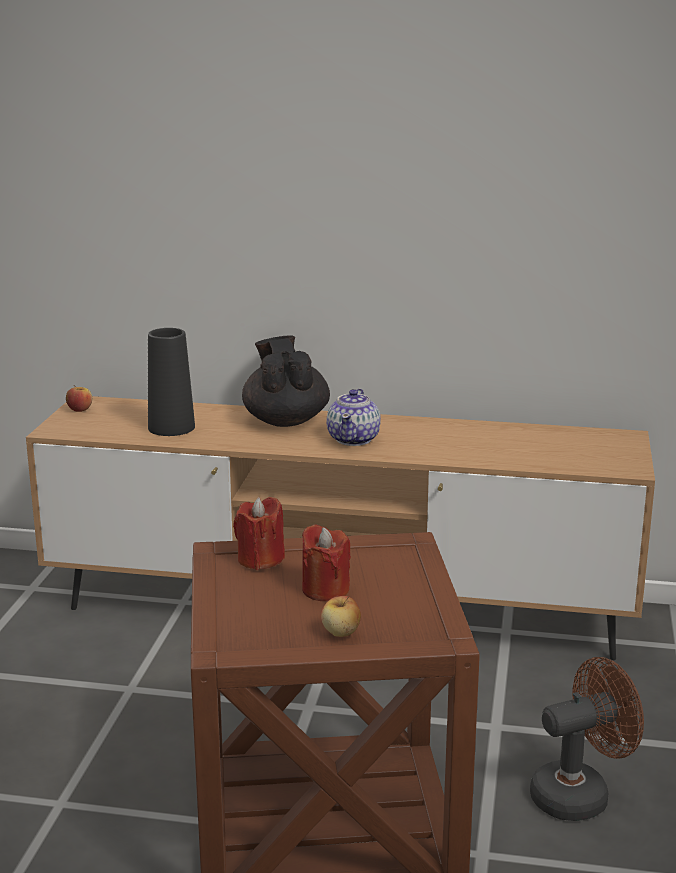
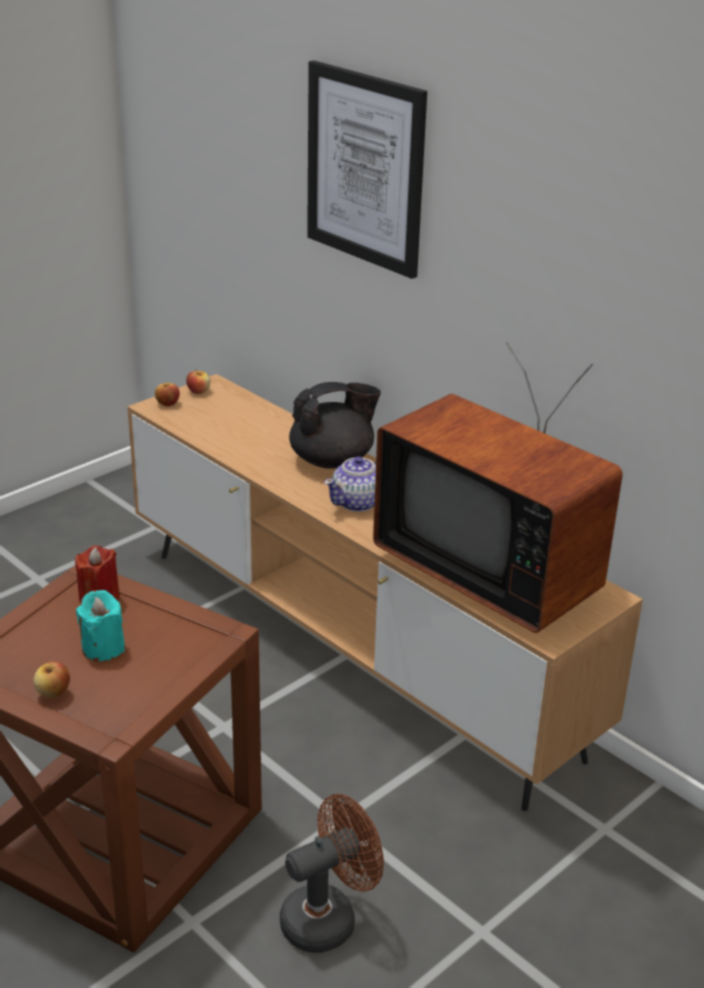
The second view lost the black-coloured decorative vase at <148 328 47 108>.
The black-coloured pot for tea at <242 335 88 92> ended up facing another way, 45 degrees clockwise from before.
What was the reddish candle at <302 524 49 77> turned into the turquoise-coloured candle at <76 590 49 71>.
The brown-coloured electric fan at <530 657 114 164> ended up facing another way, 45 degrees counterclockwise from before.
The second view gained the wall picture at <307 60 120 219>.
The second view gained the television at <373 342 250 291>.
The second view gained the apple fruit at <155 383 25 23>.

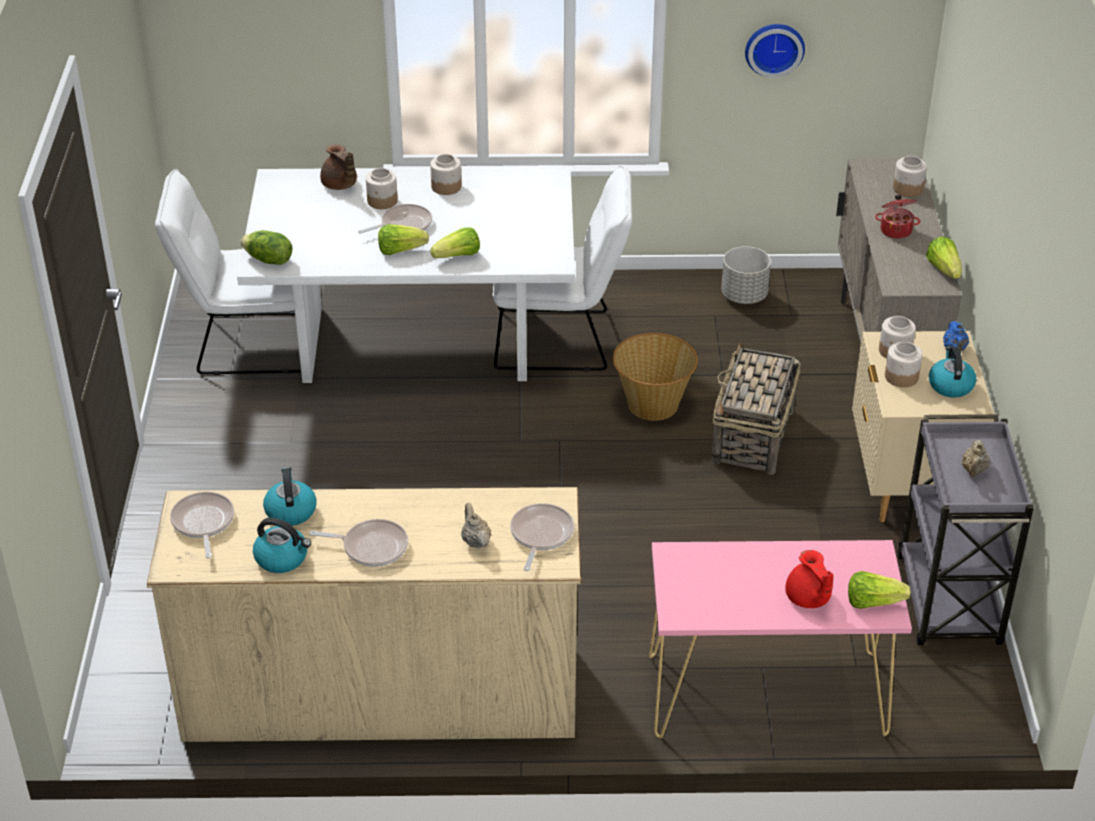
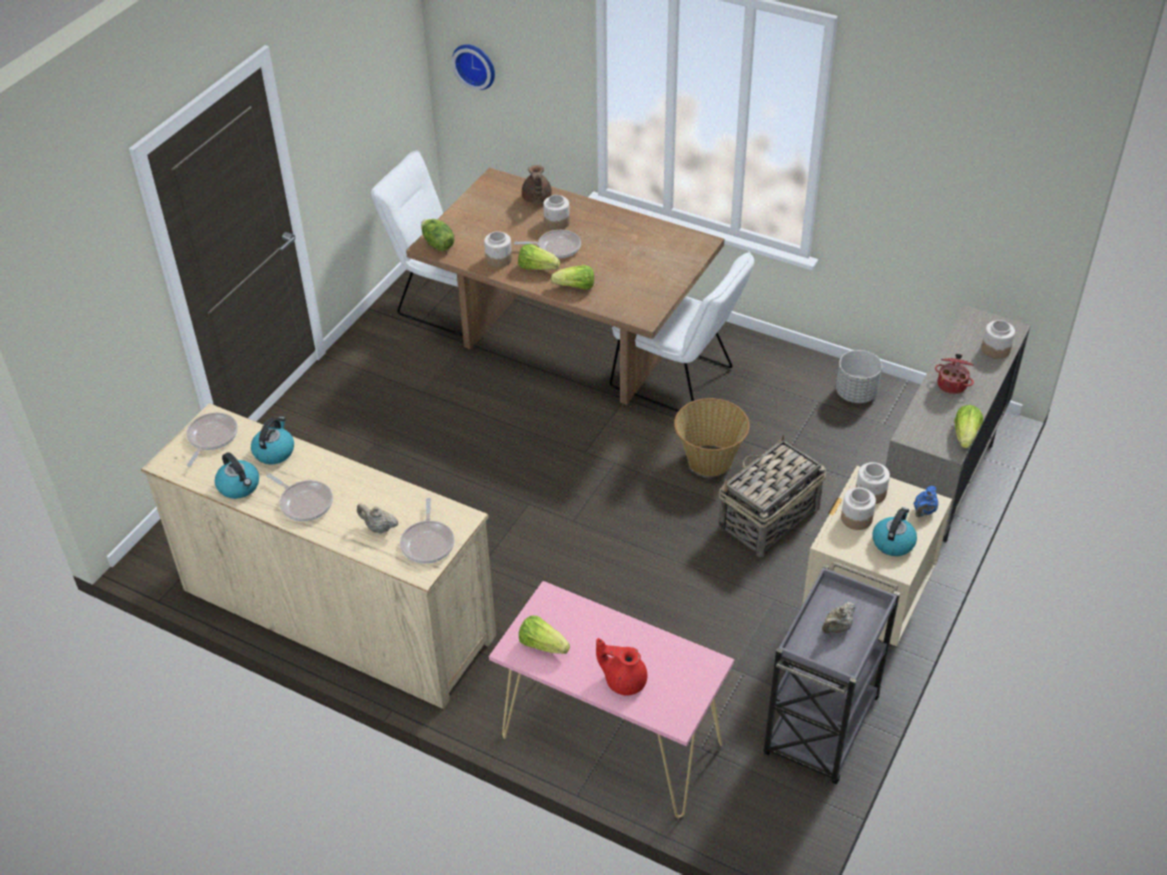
The clock on the wall ended up elsewhere, having gone from <745 24 60 54> to <452 44 43 46>.
The jar ended up elsewhere, having gone from <430 154 31 41> to <484 231 28 36>.
What was the white dining table at <237 167 338 216> turned into the brown-coloured dining table at <406 168 318 237>.
The beige pot for tea at <461 503 30 46> ended up facing another way, 75 degrees counterclockwise from before.
The skillet at <510 503 64 68> ended up facing another way, 135 degrees clockwise from before.
The reddish pot for tea at <785 550 48 58> ended up facing another way, 105 degrees clockwise from before.
The head of lettuce ended up elsewhere, having gone from <848 571 63 38> to <519 615 51 39>.

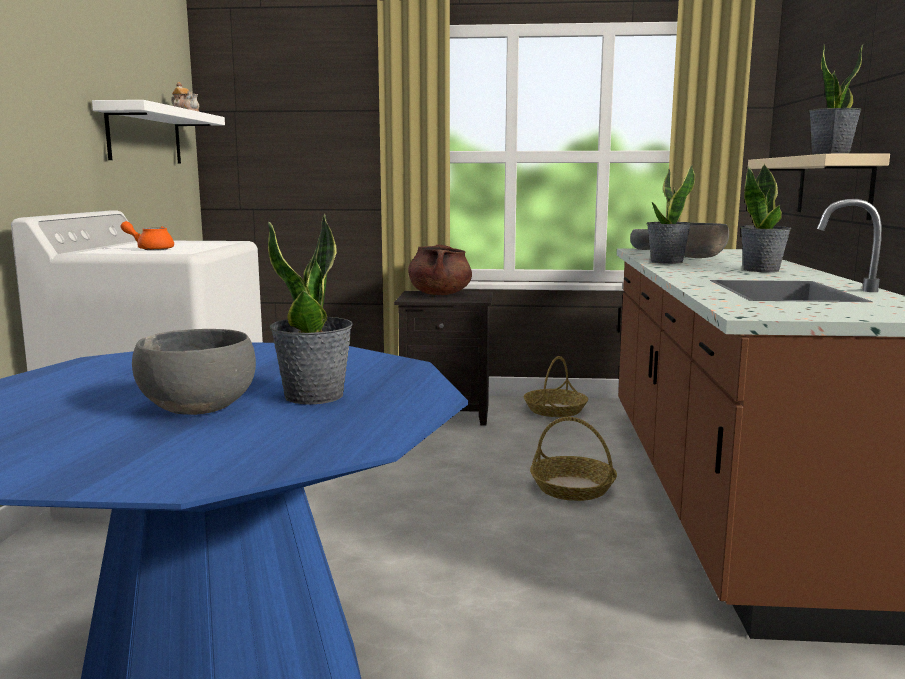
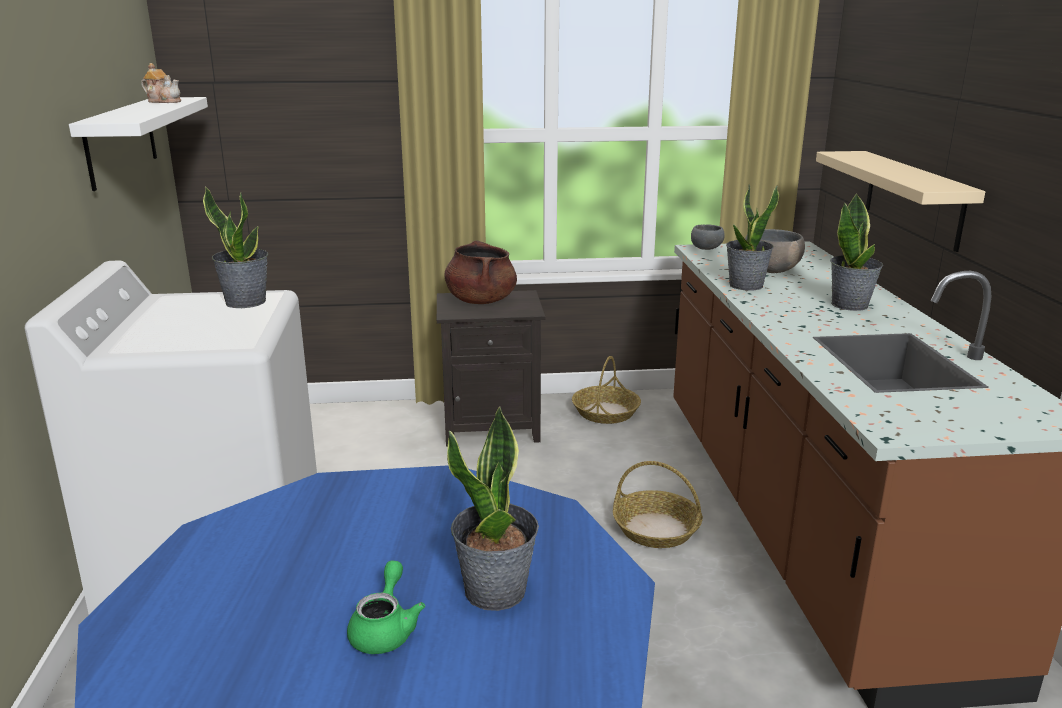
The potted plant ended up elsewhere, having gone from <809 44 54 111> to <203 186 65 122>.
The second view lost the orangey pot for tea at <120 221 54 29>.
Where the gray bowl stood at <132 329 124 86>, the green pot for tea came to stand at <347 560 78 94>.

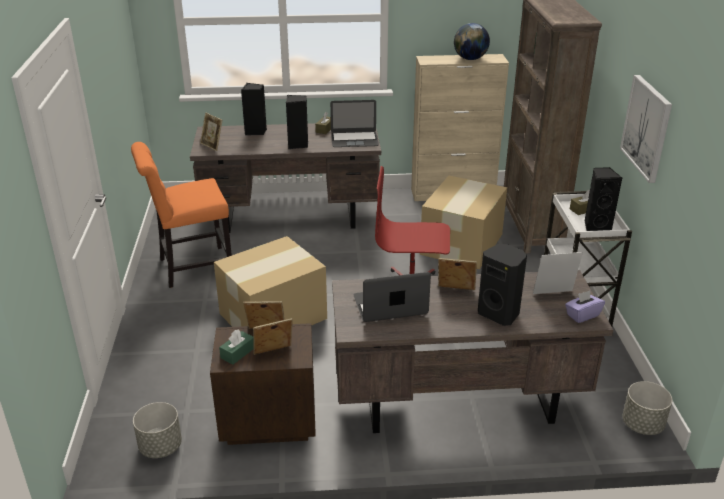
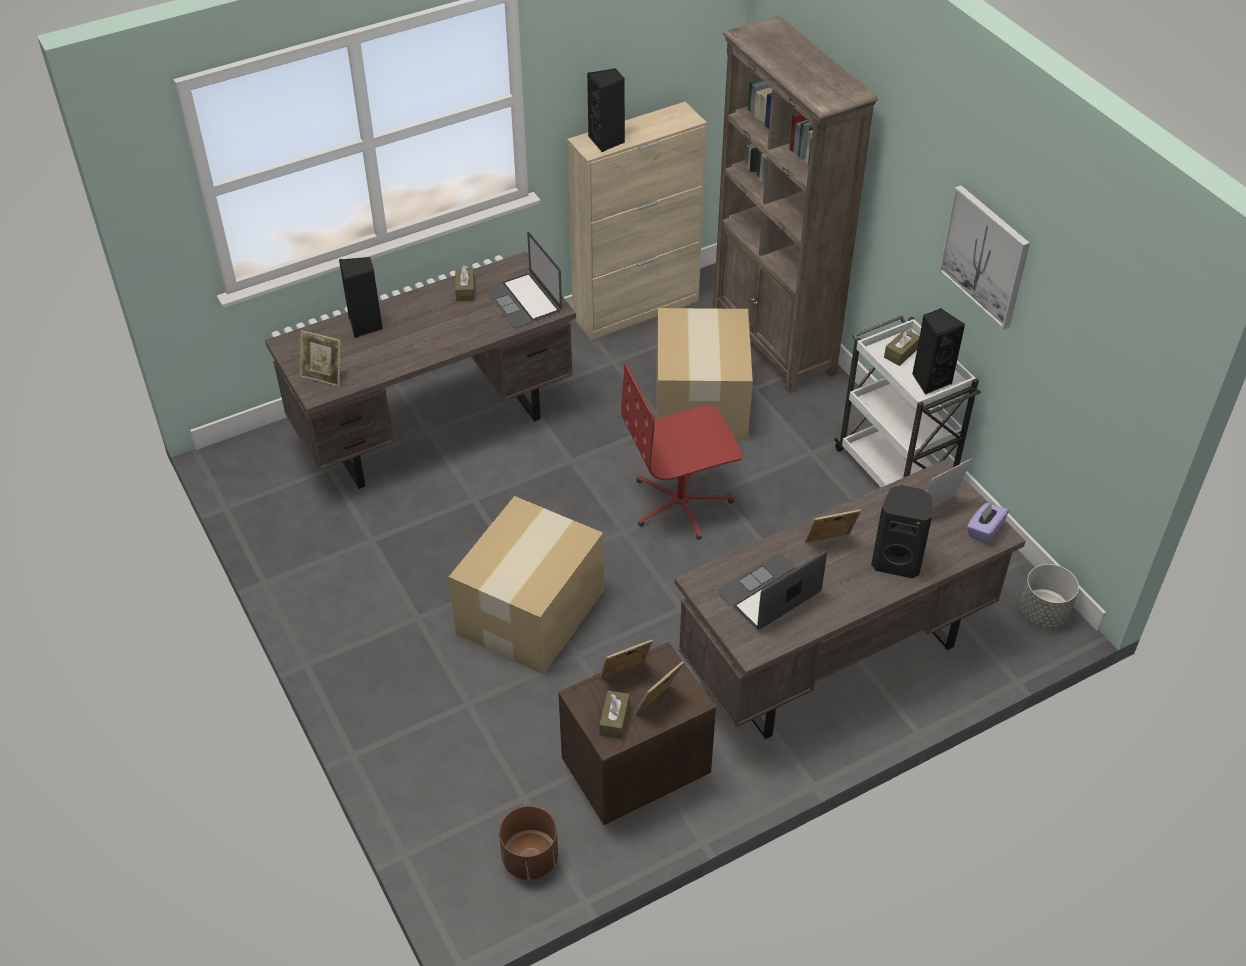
The second view lost the desk globe at <454 23 36 37>.
The black-coloured audio speaker ended up elsewhere, having gone from <286 95 22 54> to <587 68 38 84>.
The notebook computer at <330 100 49 47> ended up facing another way, 90 degrees clockwise from before.
The second view lost the orangey upright chair at <131 142 101 146>.
What was the green tissue box at <219 329 34 35> turned into the brown-coloured tissue box at <599 690 31 49>.
What was the gray plant pot at <133 402 49 56> turned into the brown-coloured plant pot at <499 806 59 74>.

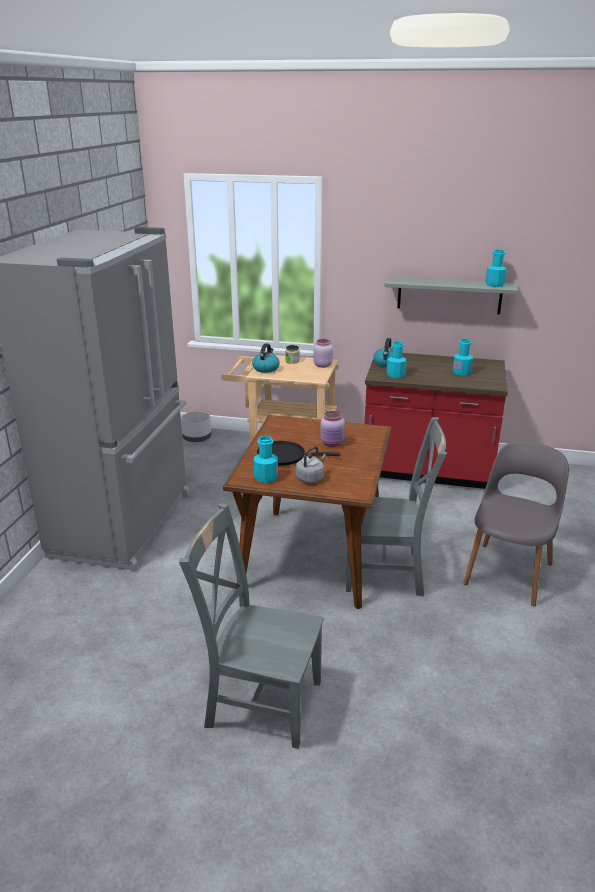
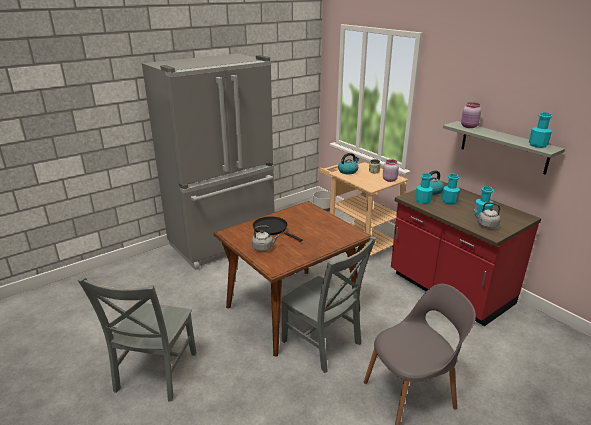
The pink jar ended up elsewhere, having gone from <320 411 25 36> to <461 102 20 26>.
The turquoise-coloured bottle ended up elsewhere, having gone from <254 436 24 47> to <442 174 18 31>.
The gray upright chair at <179 503 144 246> ended up facing another way, 135 degrees counterclockwise from before.
The second view gained the gray kettle at <474 202 27 27>.

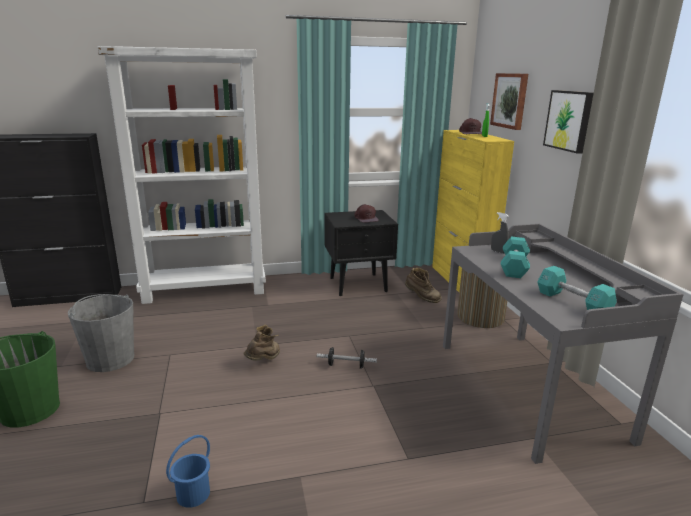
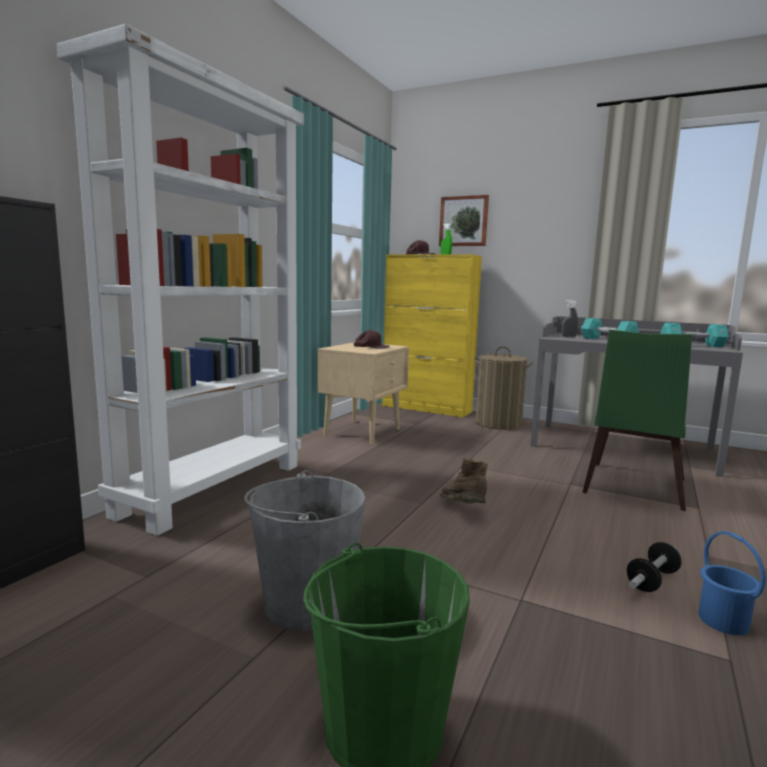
The second view lost the wall picture at <543 90 51 64>.
What was the black-coloured nightstand at <324 210 74 86> turned into the beige nightstand at <318 342 91 102>.
The second view lost the brown-coloured boot at <405 268 37 35>.
The free weight ended up elsewhere, having gone from <317 347 60 22> to <627 542 55 50>.
The second view gained the green upright chair at <582 330 110 181>.

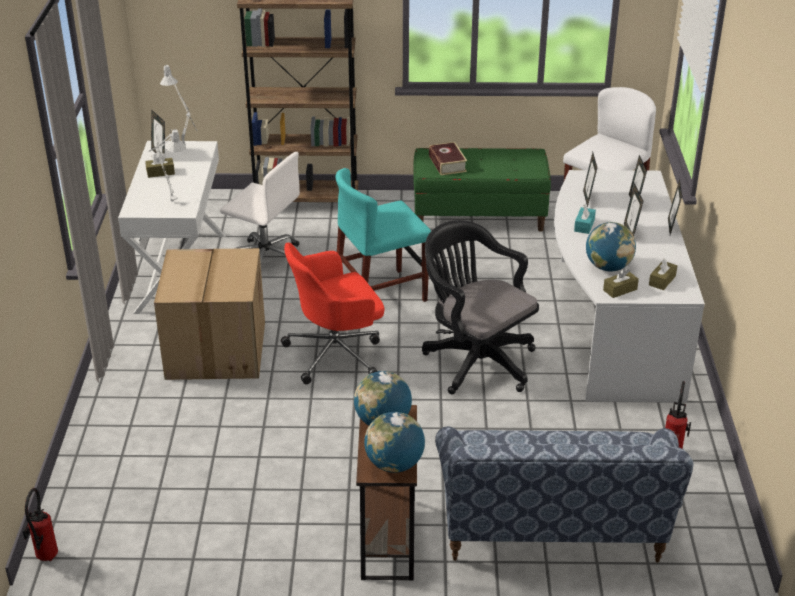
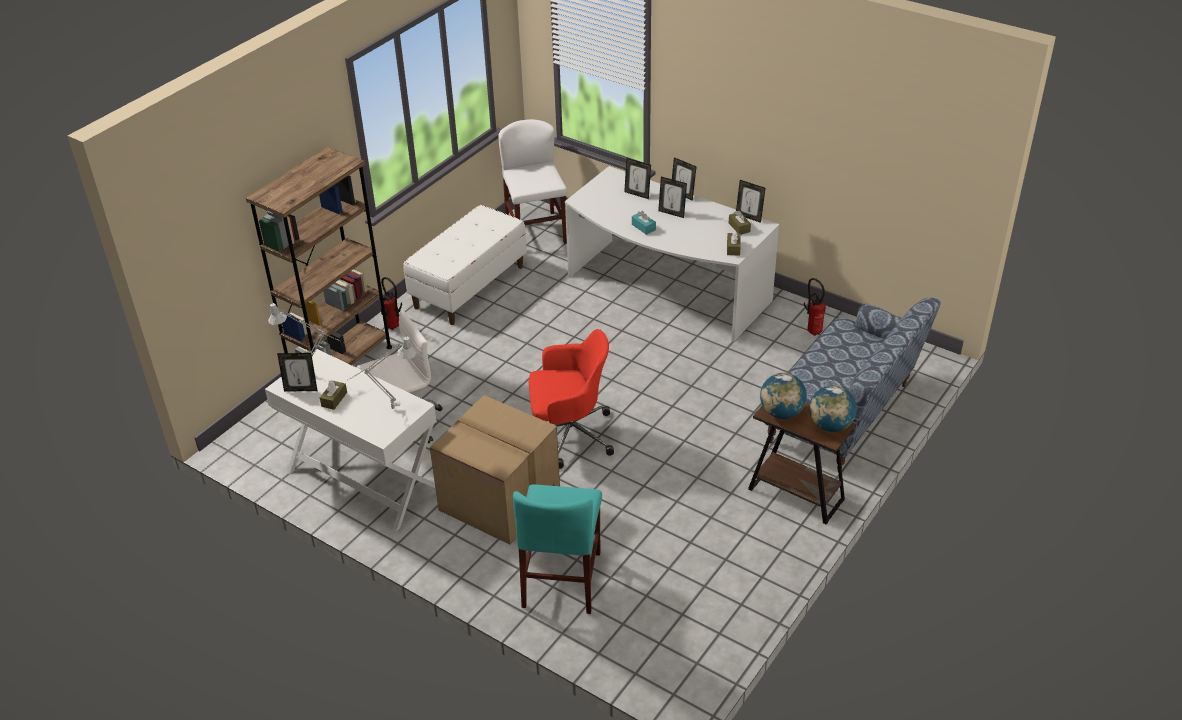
The second view lost the volume at <429 142 38 33>.
What was the green indoor bench at <413 148 138 84> turned into the white indoor bench at <403 205 124 120>.
The photo frame ended up elsewhere, having gone from <583 152 14 56> to <736 180 30 43>.
The turquoise-coloured upright chair ended up elsewhere, having gone from <335 168 96 134> to <513 484 89 130>.
The second view lost the black-coloured computer chair at <422 220 117 174>.
The second view lost the desk globe at <586 222 50 49>.
The reddish computer chair at <281 242 103 142> ended up facing another way, 105 degrees counterclockwise from before.
The fire-fighting cylinder ended up elsewhere, having gone from <23 488 35 73> to <381 277 21 53>.

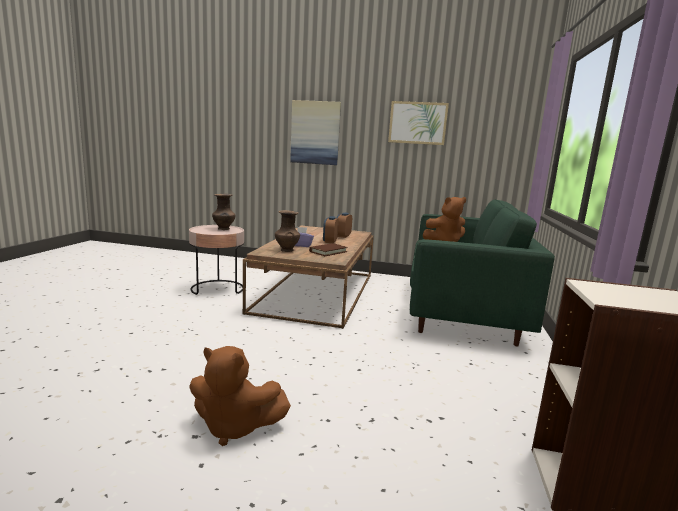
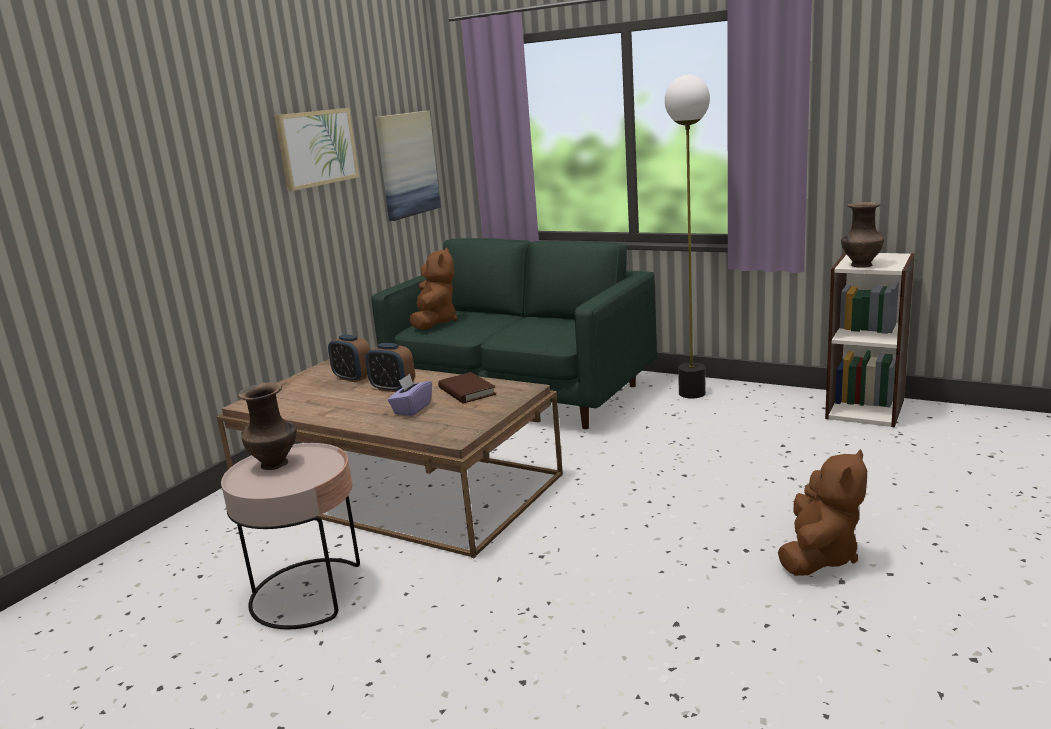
The wall picture ended up elsewhere, having gone from <290 100 51 65> to <375 111 66 110>.
The brown-coloured decorative vase ended up elsewhere, having gone from <275 210 25 42> to <841 202 43 66>.
The second view gained the standard lamp at <665 75 45 324>.

